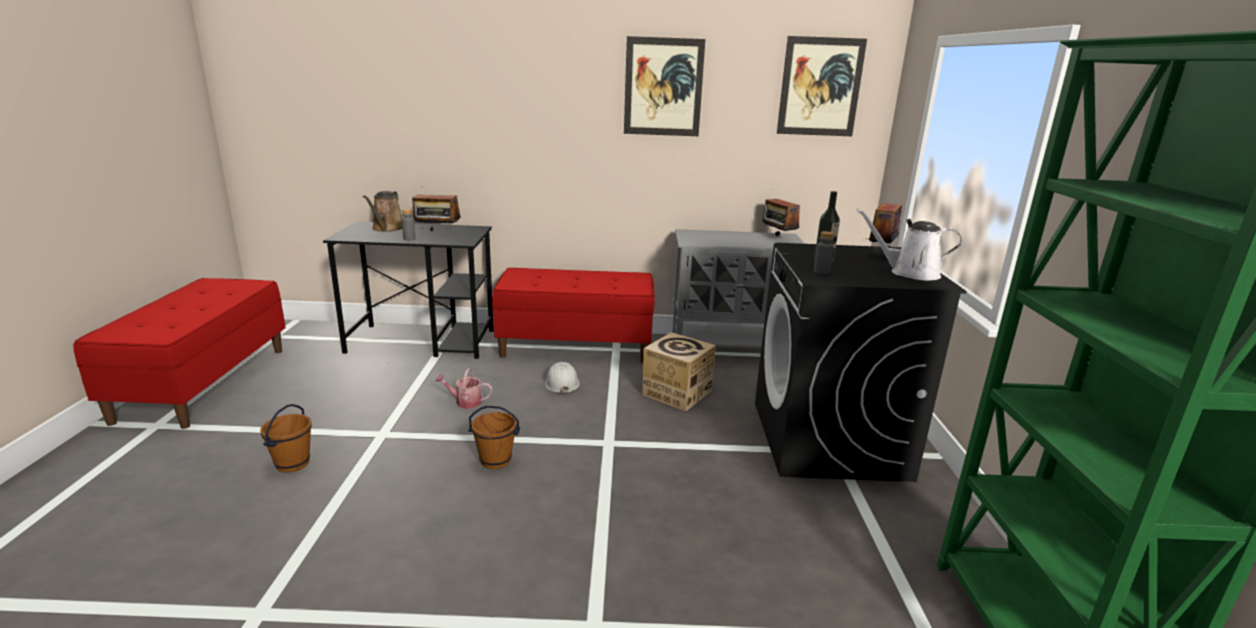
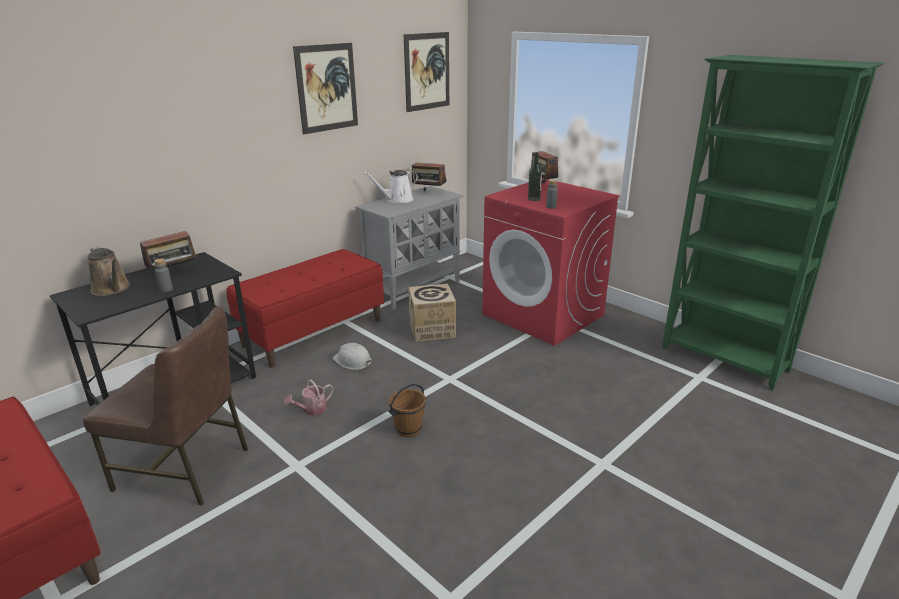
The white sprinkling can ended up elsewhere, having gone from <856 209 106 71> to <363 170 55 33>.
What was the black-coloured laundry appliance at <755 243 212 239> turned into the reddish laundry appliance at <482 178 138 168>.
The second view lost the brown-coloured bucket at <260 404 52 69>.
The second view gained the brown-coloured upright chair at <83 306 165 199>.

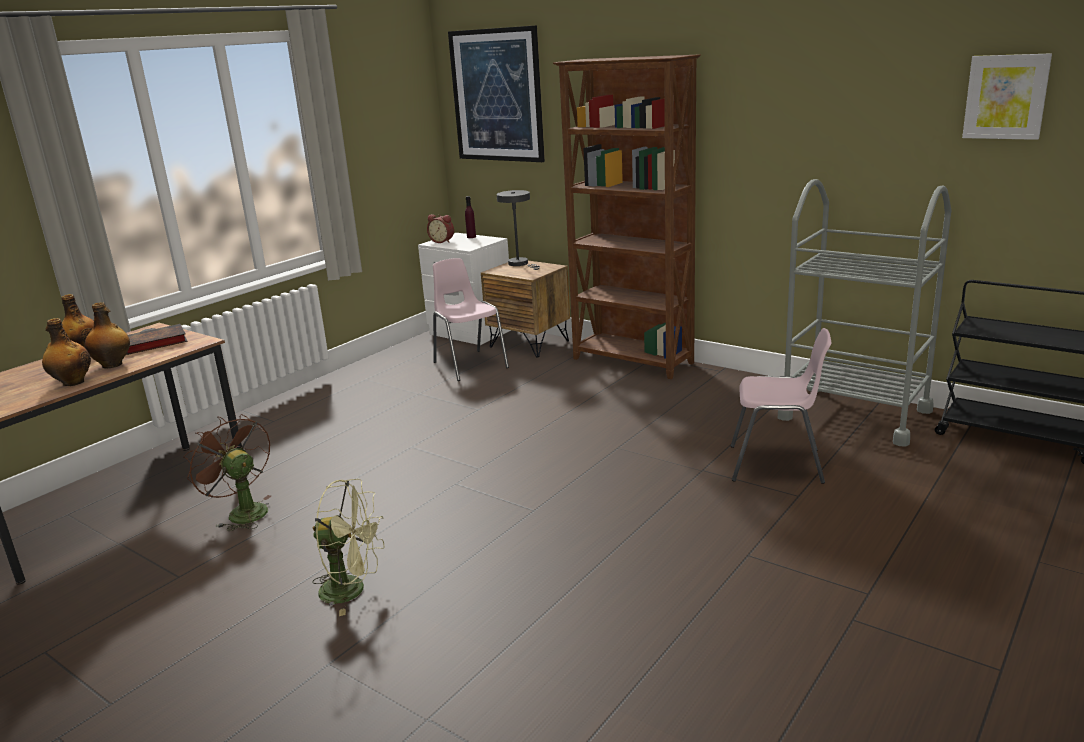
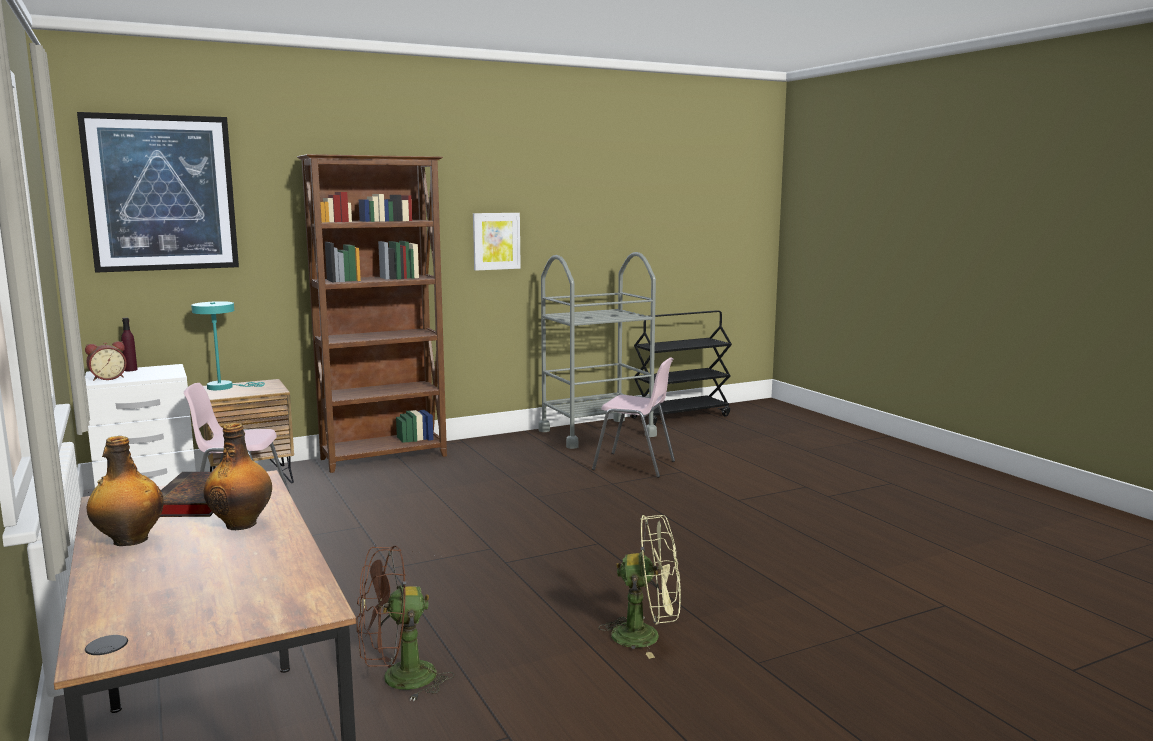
The wall picture ended up elsewhere, having gone from <962 53 90 87> to <473 213 48 58>.
What was the gray table lamp at <497 190 43 80> turned into the turquoise-coloured table lamp at <191 301 74 89>.
The second view lost the bottle at <42 318 49 68>.
The pink upright chair at <731 328 100 156> ended up facing another way, 75 degrees clockwise from before.
The green electric fan at <312 479 72 137> ended up facing another way, 60 degrees clockwise from before.

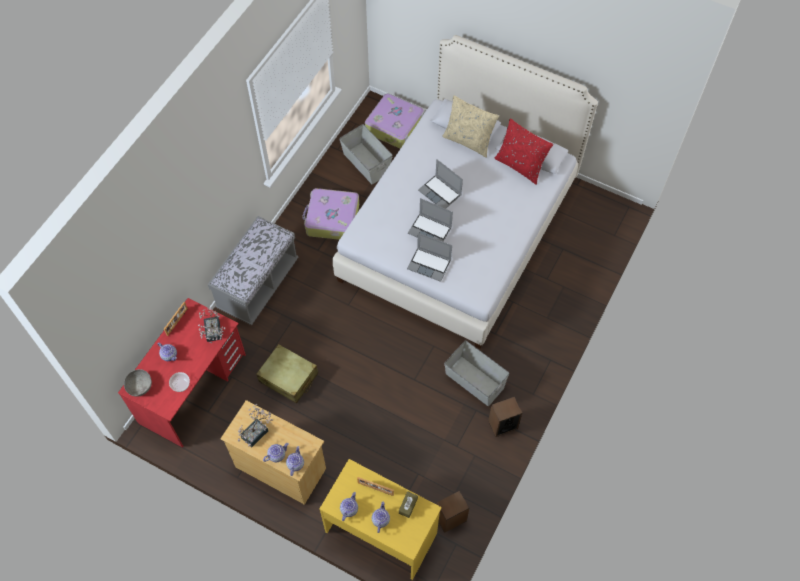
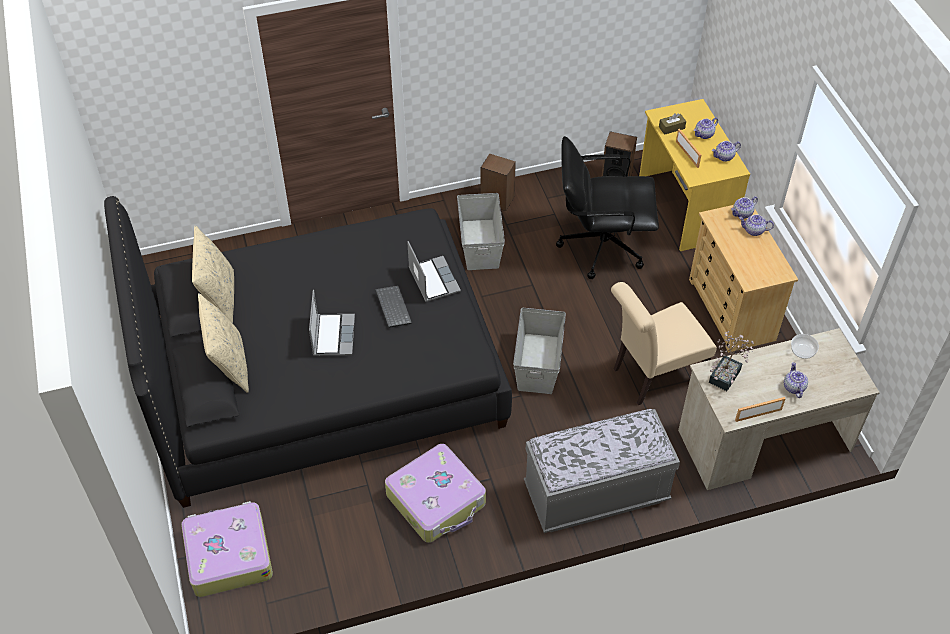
What was the white bed at <333 35 265 314> turned into the black-coloured bed at <104 196 408 312>.
What was the reddish cushion at <495 119 58 65> turned into the beige cushion at <192 225 42 98>.
The gray storage container ended up elsewhere, having gone from <339 124 54 61> to <513 308 53 86>.
Where the notebook computer stood at <408 198 45 44>, the computer keyboard came to stand at <375 286 37 42>.
What was the reddish desk unit at <118 298 128 150> turned into the beige desk unit at <678 328 202 162>.
Where the beige travel case stood at <256 344 62 59>, the beige upright chair came to stand at <611 282 106 123>.
The second view lost the gray bowl at <124 369 28 28>.
The second view lost the potted plant at <238 404 35 43>.
The second view gained the black-coloured computer chair at <556 136 103 143>.

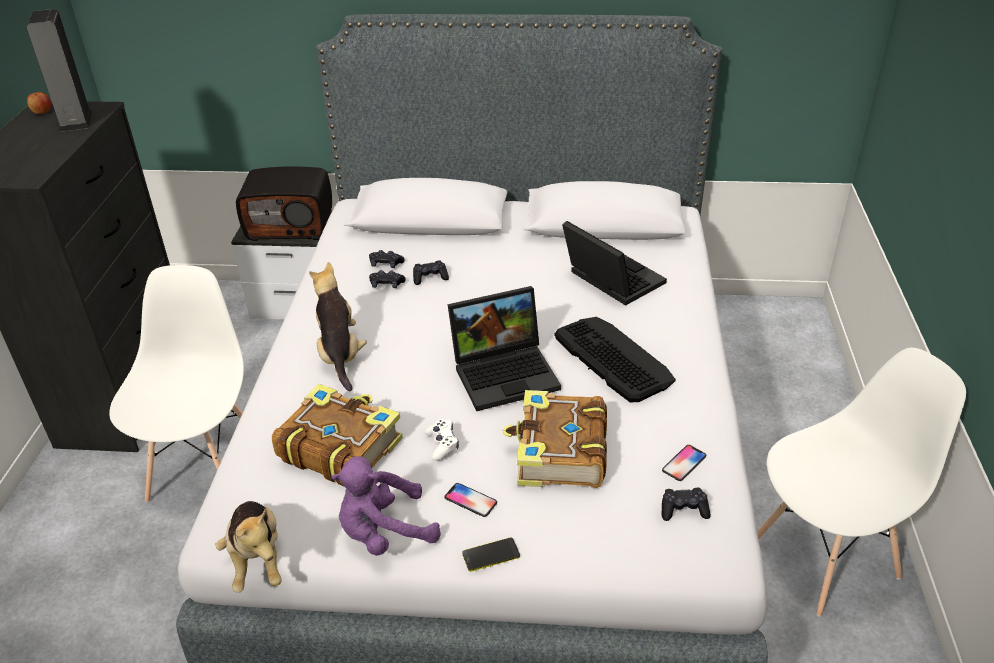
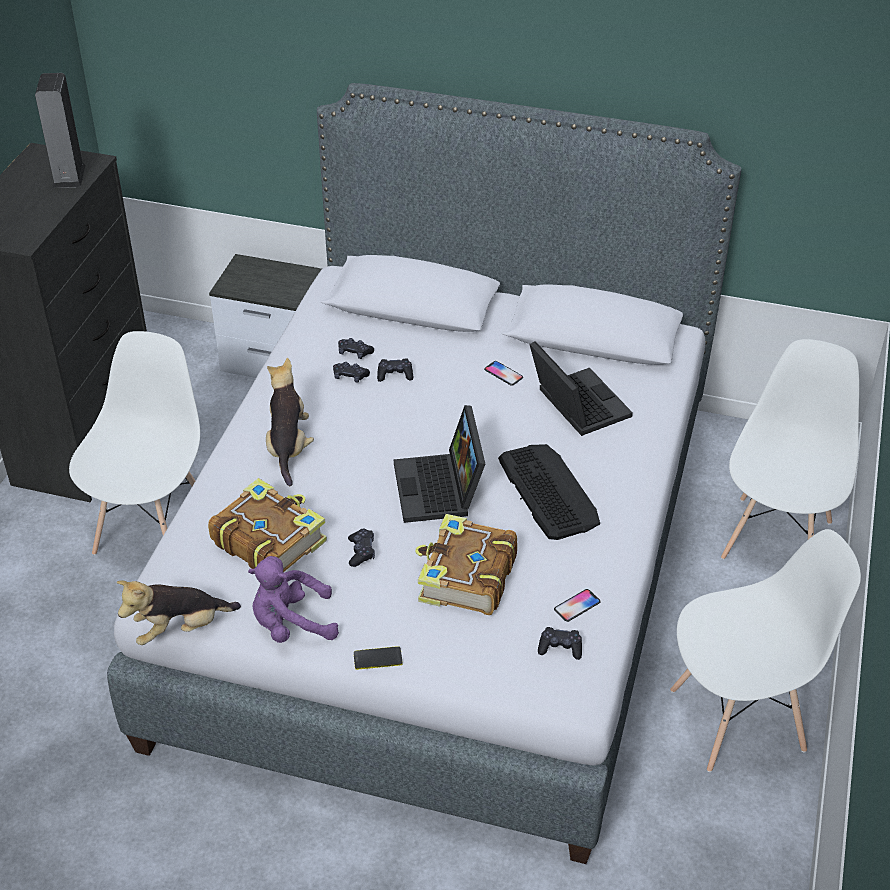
The second view lost the apple fruit at <27 92 24 22>.
The second view lost the radio at <236 166 96 75>.
The notebook computer at <448 286 113 125> ended up facing another way, 90 degrees clockwise from before.
What was the white gamepad at <425 419 34 42> turned into the black-coloured gamepad at <348 528 27 39>.
The phone ended up elsewhere, having gone from <444 483 53 34> to <484 361 39 25>.
The cuddly toy at <215 501 67 92> ended up facing another way, 75 degrees clockwise from before.
The second view gained the white upright chair at <721 339 138 221>.

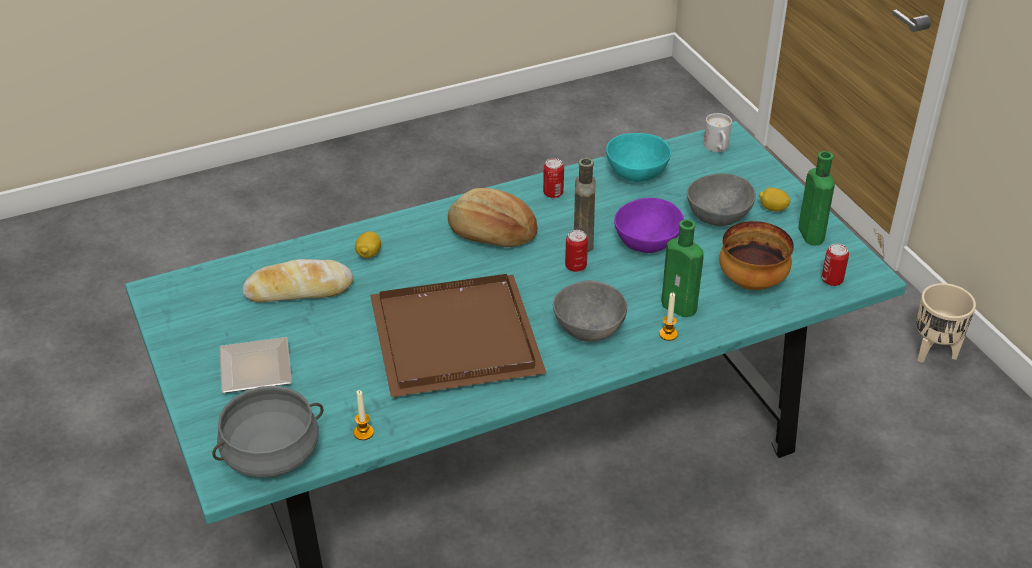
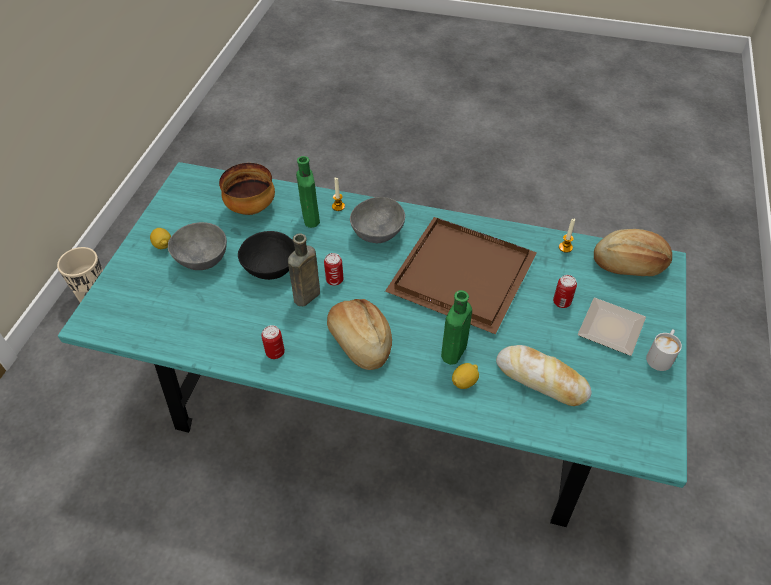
The white mug ended up elsewhere, having gone from <703 113 29 39> to <646 329 36 42>.
The second view lost the turquoise-coloured bowl at <606 133 65 49>.
The green bottle ended up elsewhere, having gone from <798 151 37 95> to <441 290 31 75>.
What was the purple bowl at <614 198 70 55> turned into the black-coloured bowl at <238 231 57 49>.
The metal can ended up elsewhere, having gone from <822 244 27 42> to <553 275 24 33>.
Where the gray stockpot stood at <212 386 111 92>, the bakery bread came to stand at <594 229 78 47>.

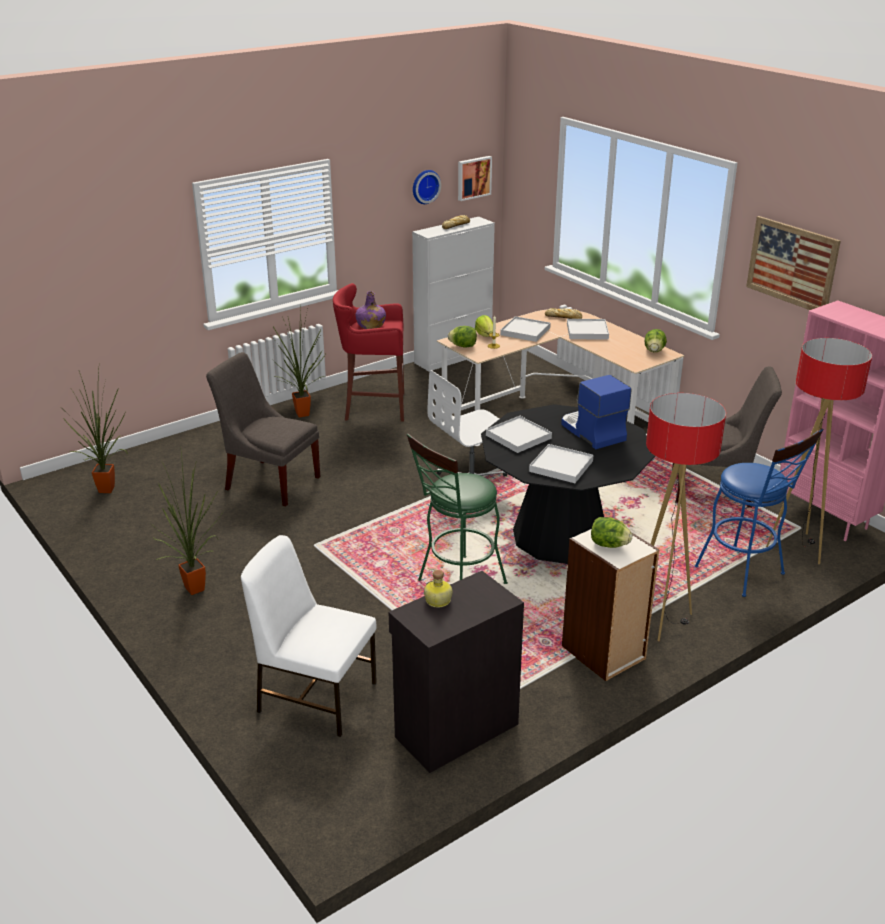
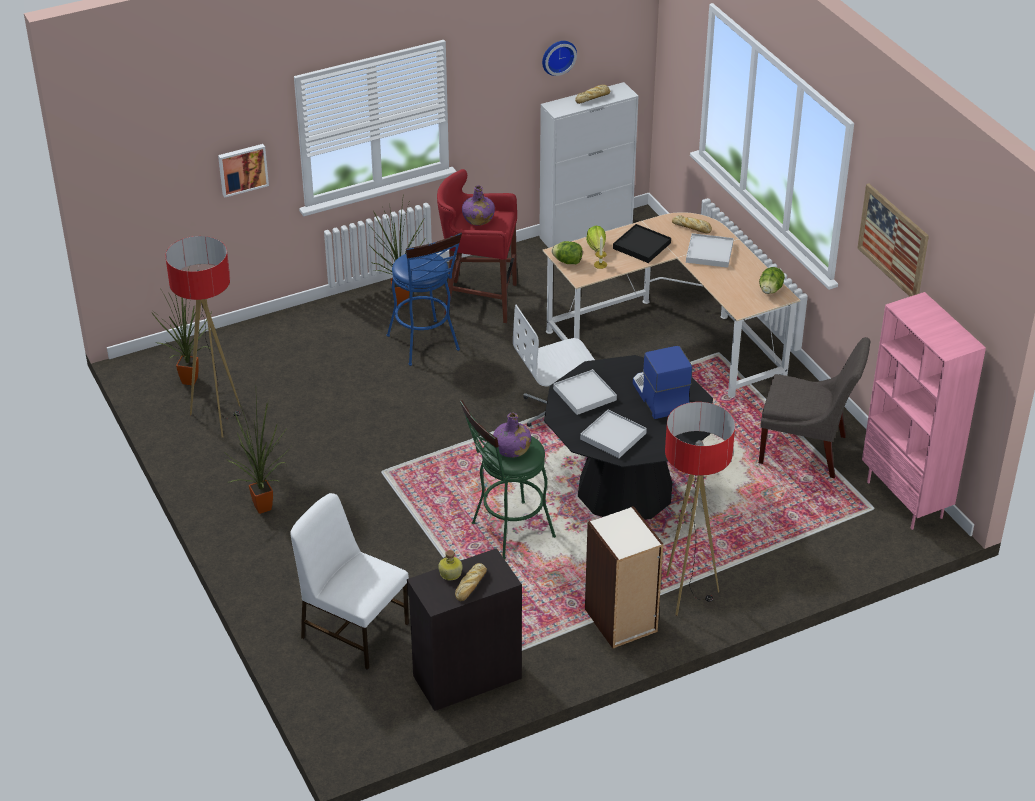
The wall picture ended up elsewhere, having gone from <458 156 34 45> to <218 144 51 53>.
What was the white tray at <500 316 51 26> turned into the black-coloured tray at <613 224 58 39>.
The standard lamp ended up elsewhere, having gone from <766 338 106 227> to <165 236 76 202>.
The second view lost the gray upright chair at <206 352 114 155>.
The bluish sitting stool ended up elsewhere, having gone from <694 428 129 169> to <387 232 75 134>.
The second view lost the head of lettuce at <591 517 41 31>.
The second view gained the purple bottle at <493 413 38 45>.
The second view gained the bakery bread at <455 563 32 38>.

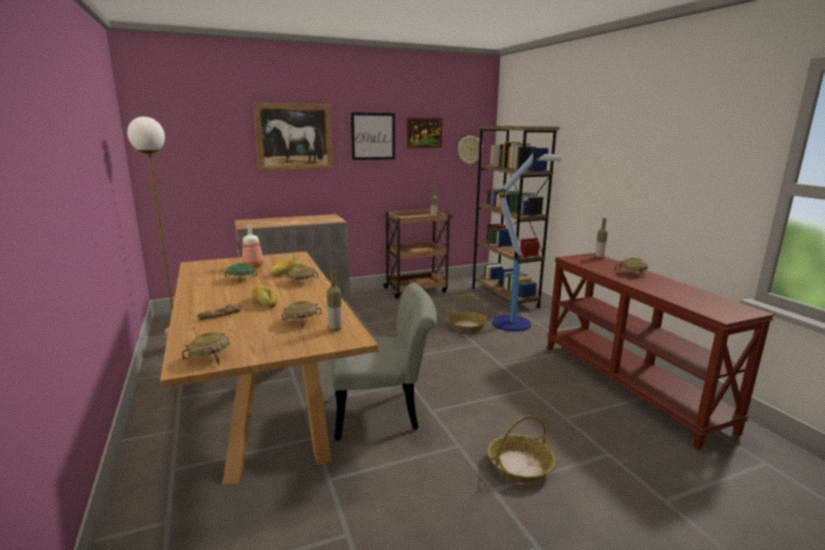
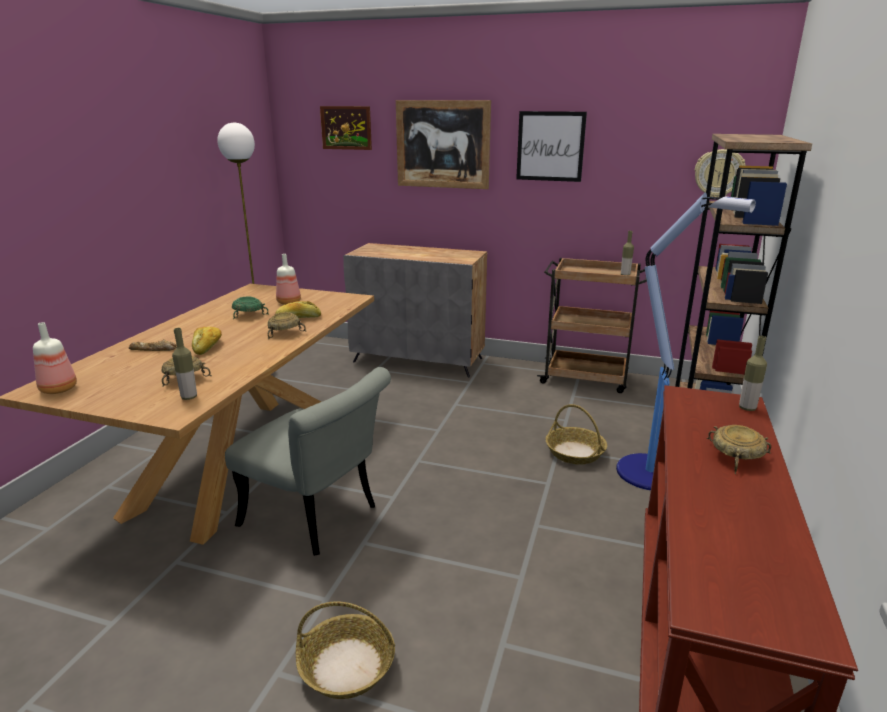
The wall picture ended up elsewhere, having gone from <406 117 36 31> to <320 106 52 44>.
Where the beige bowl stood at <182 332 48 33>, the bottle came to stand at <33 322 44 72>.

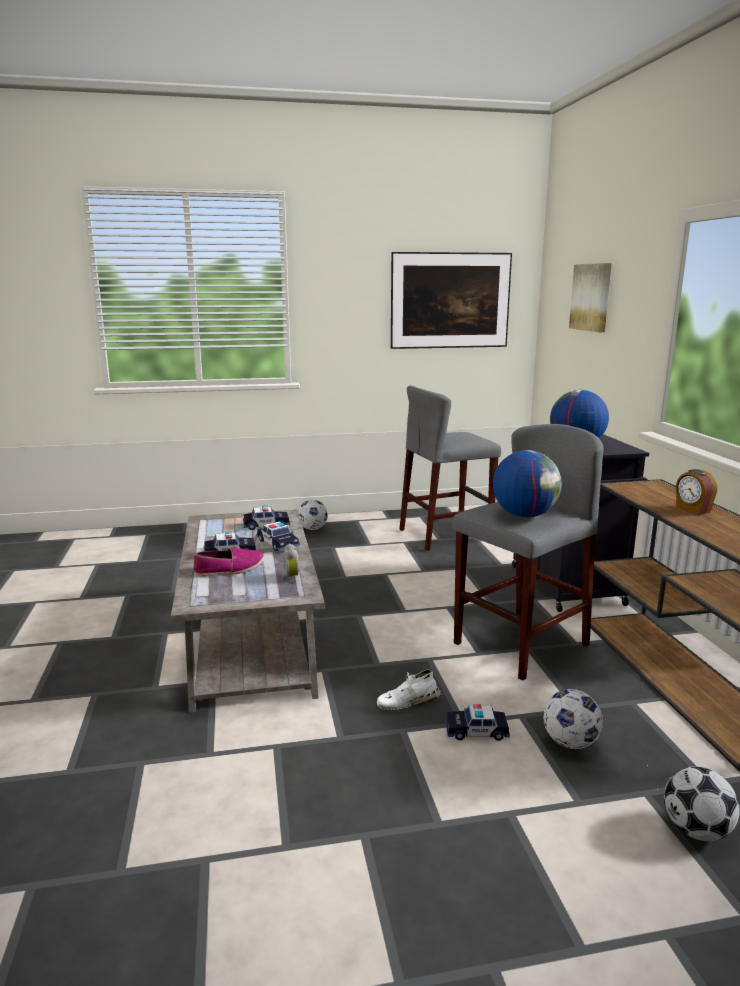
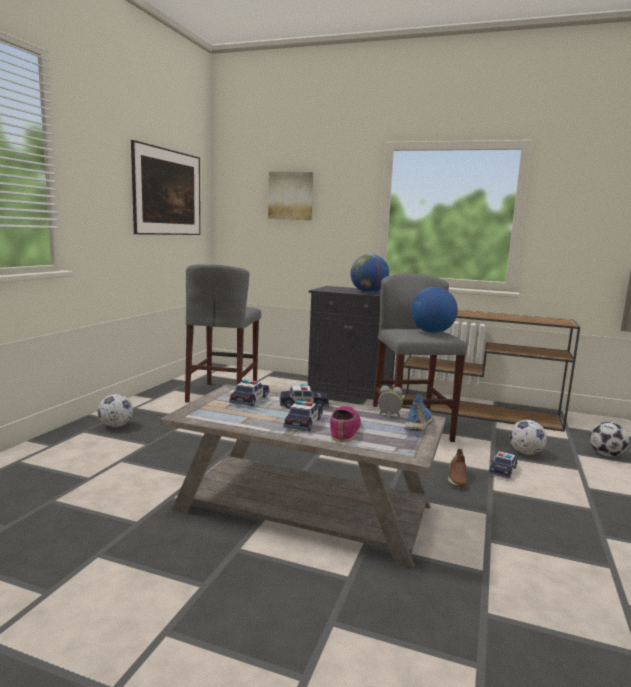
The second view lost the table clock at <676 469 41 46>.
What was the white shoe at <377 670 65 40> turned into the brown-coloured shoe at <447 449 20 38>.
The second view gained the bluish shoe at <404 394 29 37>.

